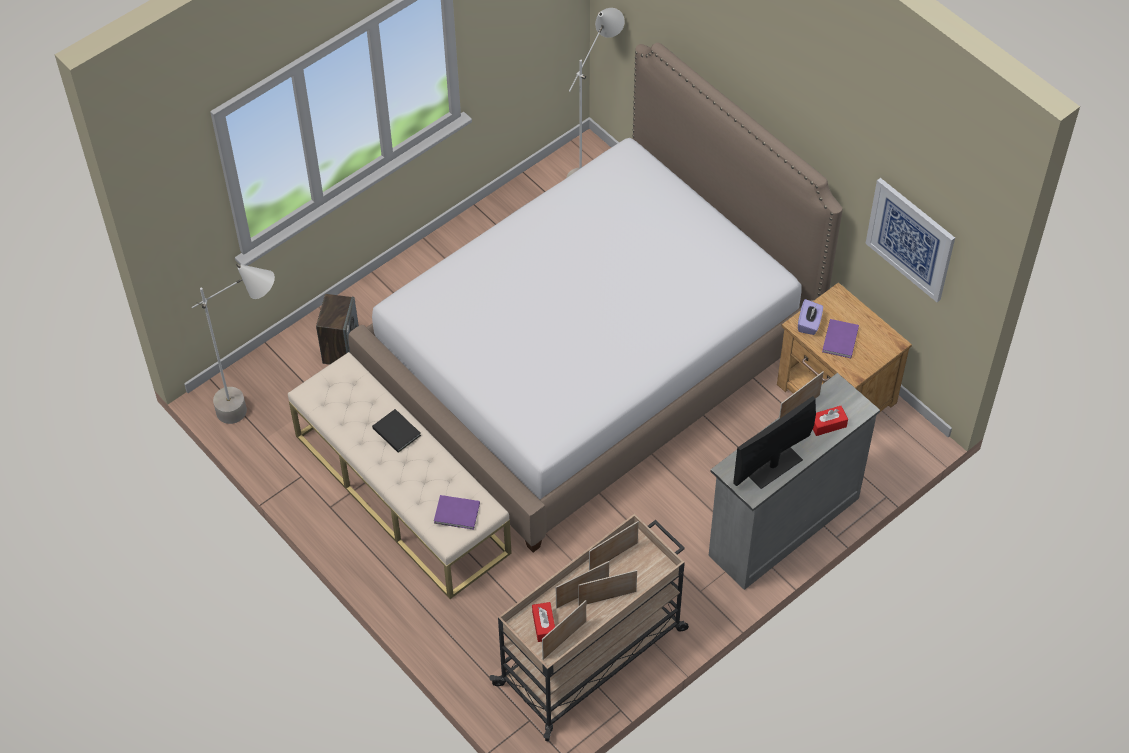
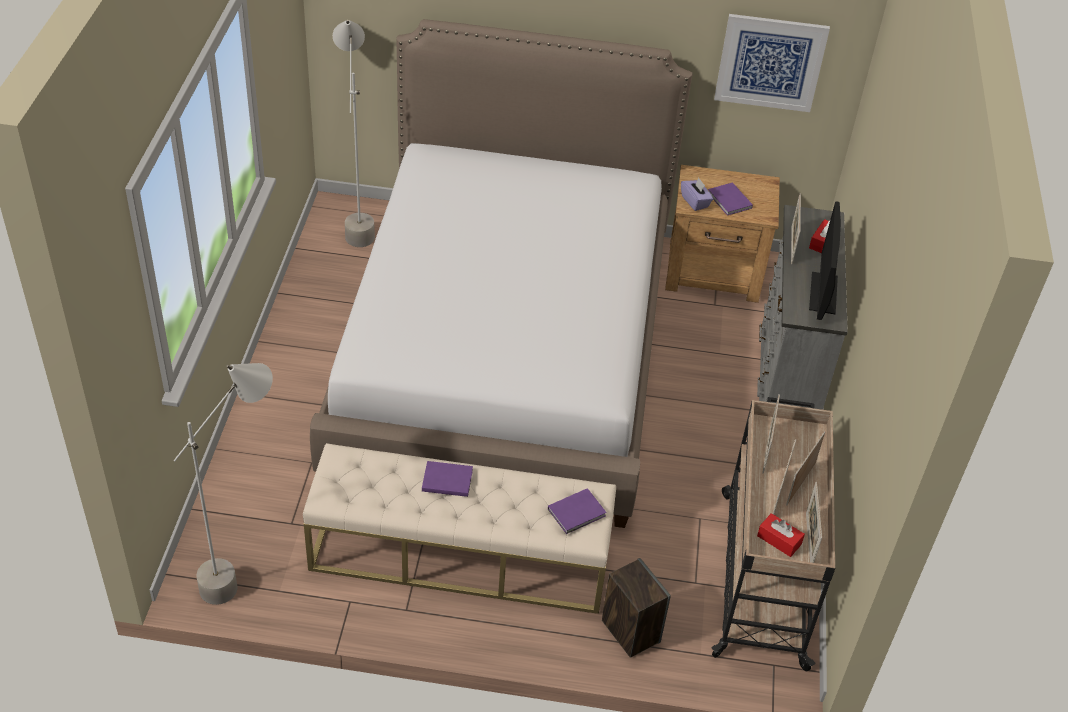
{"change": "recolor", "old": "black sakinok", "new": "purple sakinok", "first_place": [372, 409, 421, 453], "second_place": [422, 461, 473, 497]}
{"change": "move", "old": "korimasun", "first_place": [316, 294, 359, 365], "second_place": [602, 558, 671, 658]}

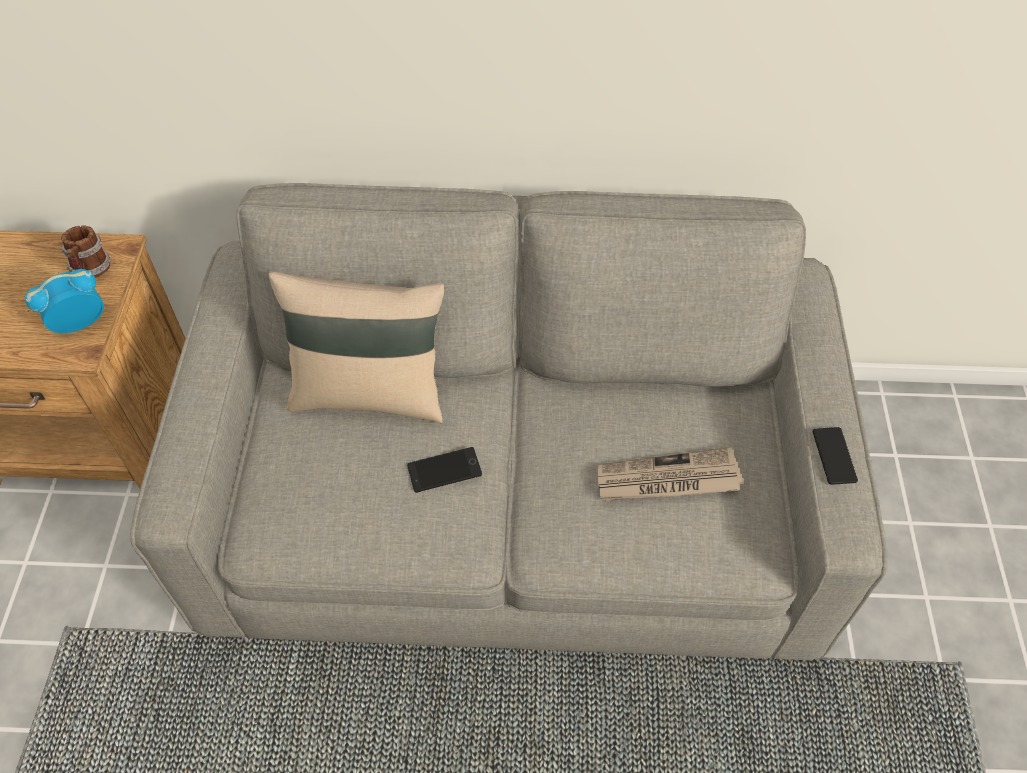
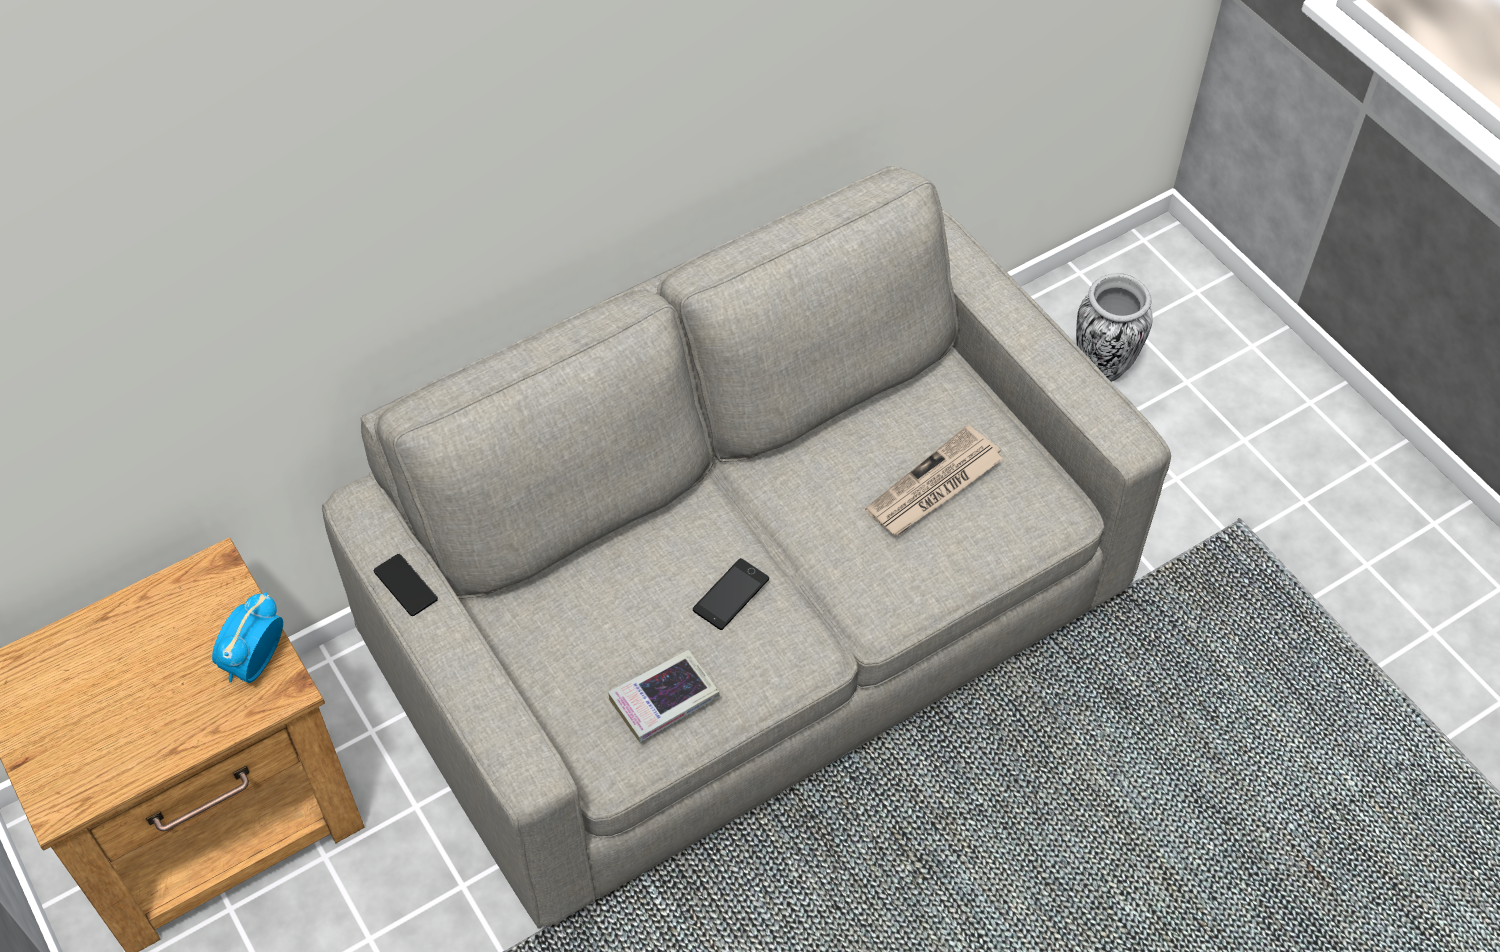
{"change": "move", "old": "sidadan", "first_place": [813, 427, 858, 485], "second_place": [374, 554, 438, 616]}
{"change": "insert", "new": "sakinok", "second_place": [608, 650, 720, 742]}
{"change": "insert", "new": "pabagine", "second_place": [1076, 273, 1153, 382]}
{"change": "delete", "old": "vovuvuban", "first_place": [61, 226, 111, 278]}
{"change": "delete", "old": "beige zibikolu", "first_place": [269, 272, 444, 423]}

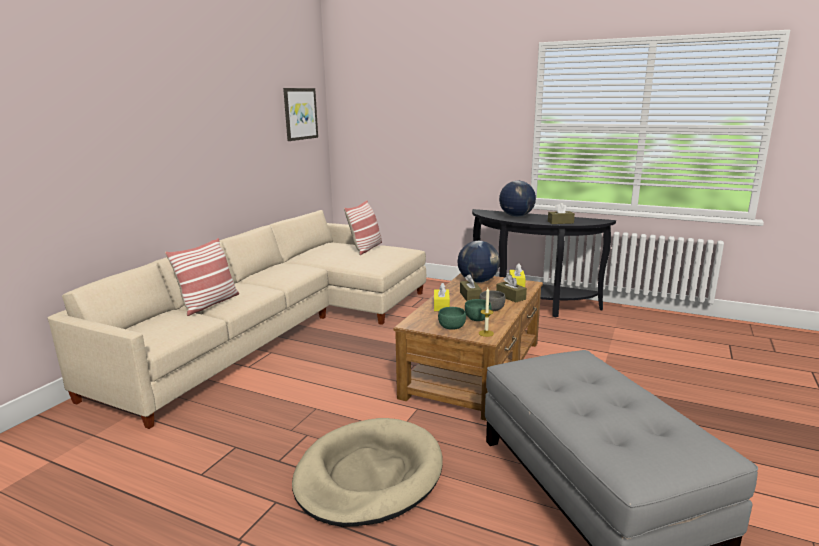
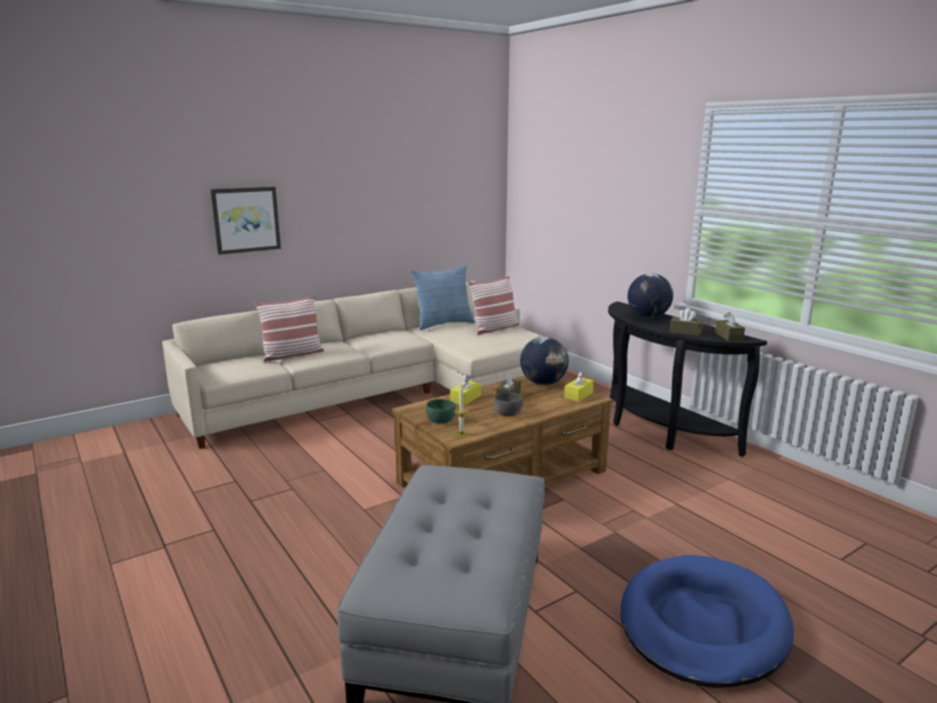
{"change": "move", "old": "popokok", "first_place": [283, 88, 318, 141], "second_place": [210, 187, 281, 255]}
{"change": "insert", "new": "zibikolu", "second_place": [411, 265, 476, 330]}
{"change": "insert", "new": "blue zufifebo", "second_place": [620, 555, 794, 688]}
{"change": "move", "old": "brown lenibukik", "first_place": [496, 275, 527, 303], "second_place": [715, 312, 745, 341]}
{"change": "delete", "old": "beige zufifebo", "first_place": [292, 418, 443, 527]}
{"change": "delete", "old": "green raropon", "first_place": [465, 299, 492, 321]}

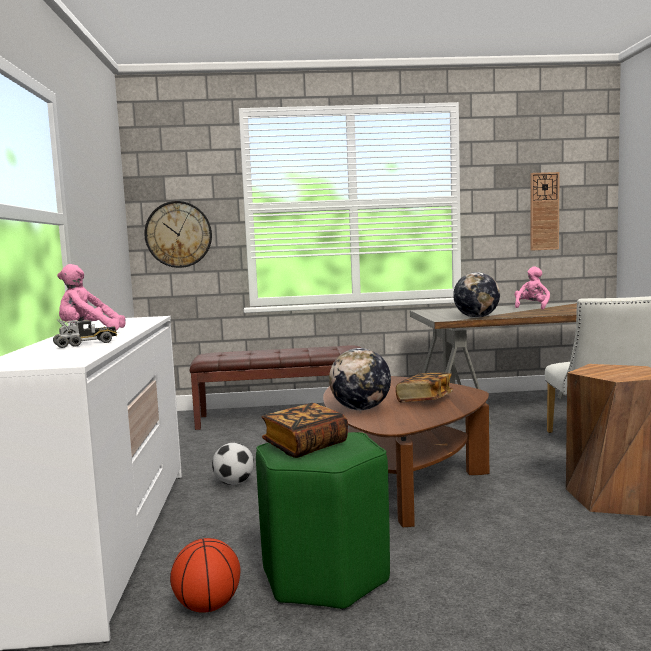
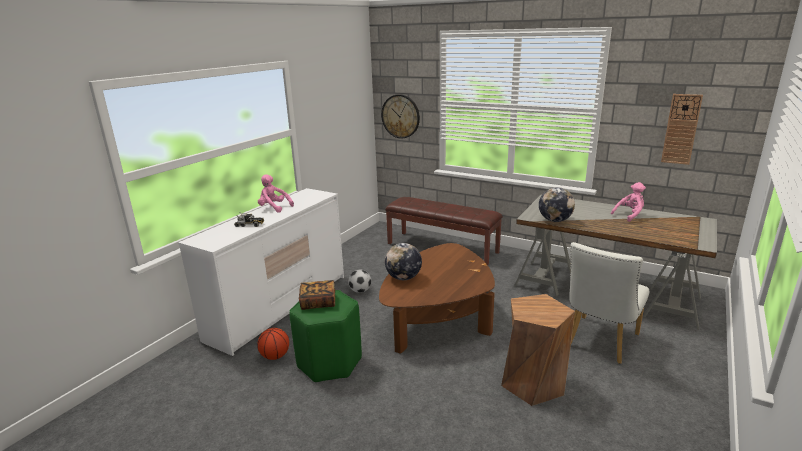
{"change": "delete", "old": "sakinok", "first_place": [396, 373, 453, 402]}

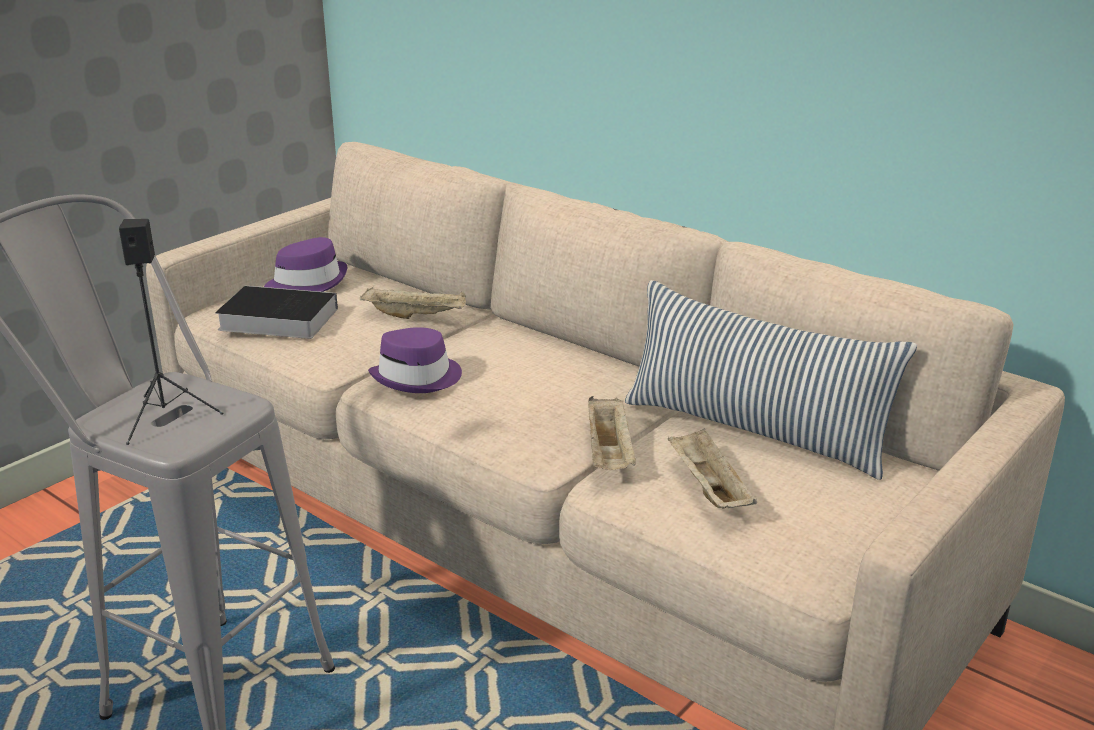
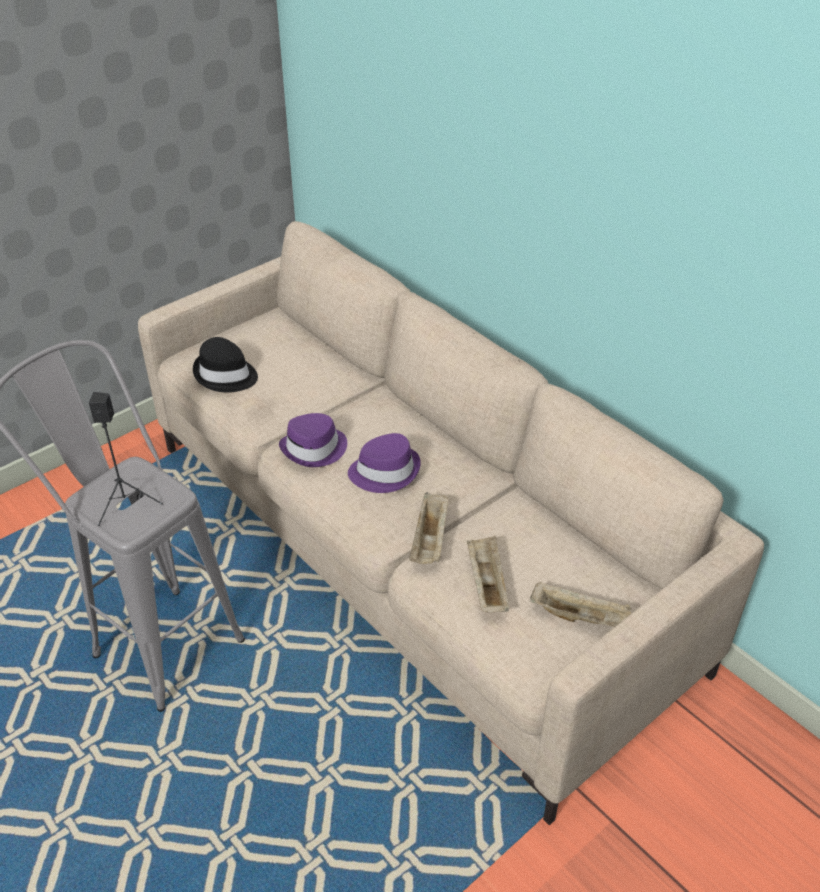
{"change": "replace", "old": "sakinok", "new": "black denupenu", "first_place": [215, 286, 338, 339], "second_place": [193, 337, 258, 393]}
{"change": "move", "old": "purple denupenu", "first_place": [264, 237, 347, 292], "second_place": [348, 433, 421, 493]}
{"change": "move", "old": "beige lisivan", "first_place": [360, 287, 466, 319], "second_place": [530, 582, 631, 627]}
{"change": "delete", "old": "zibikolu", "first_place": [625, 280, 917, 480]}

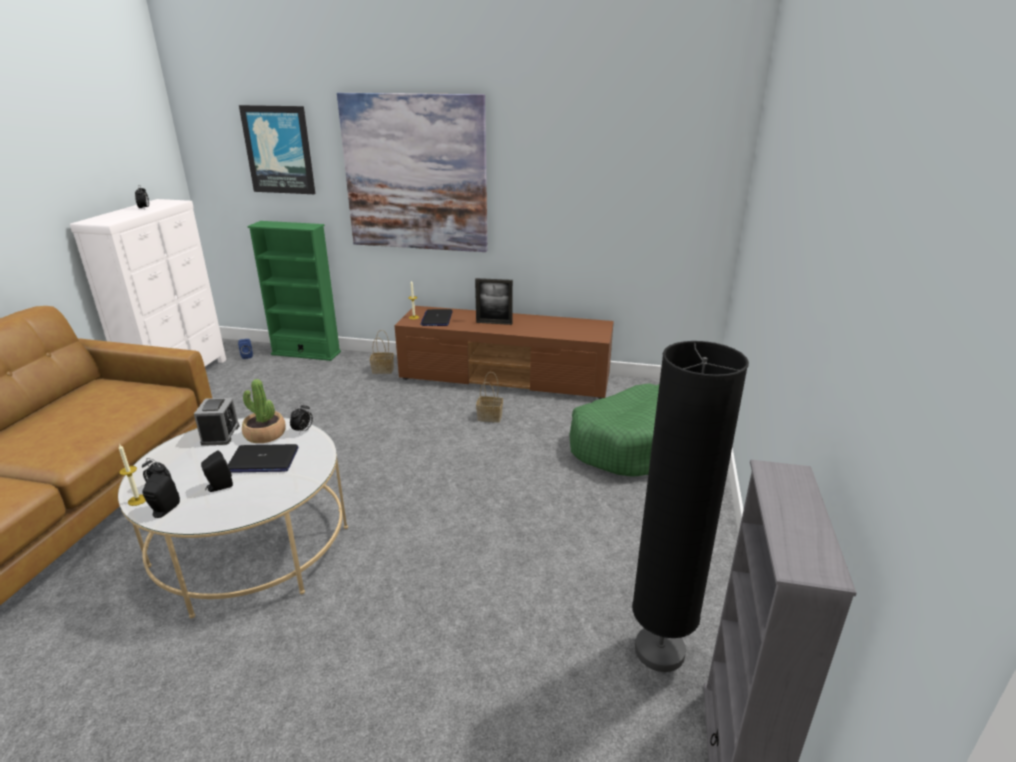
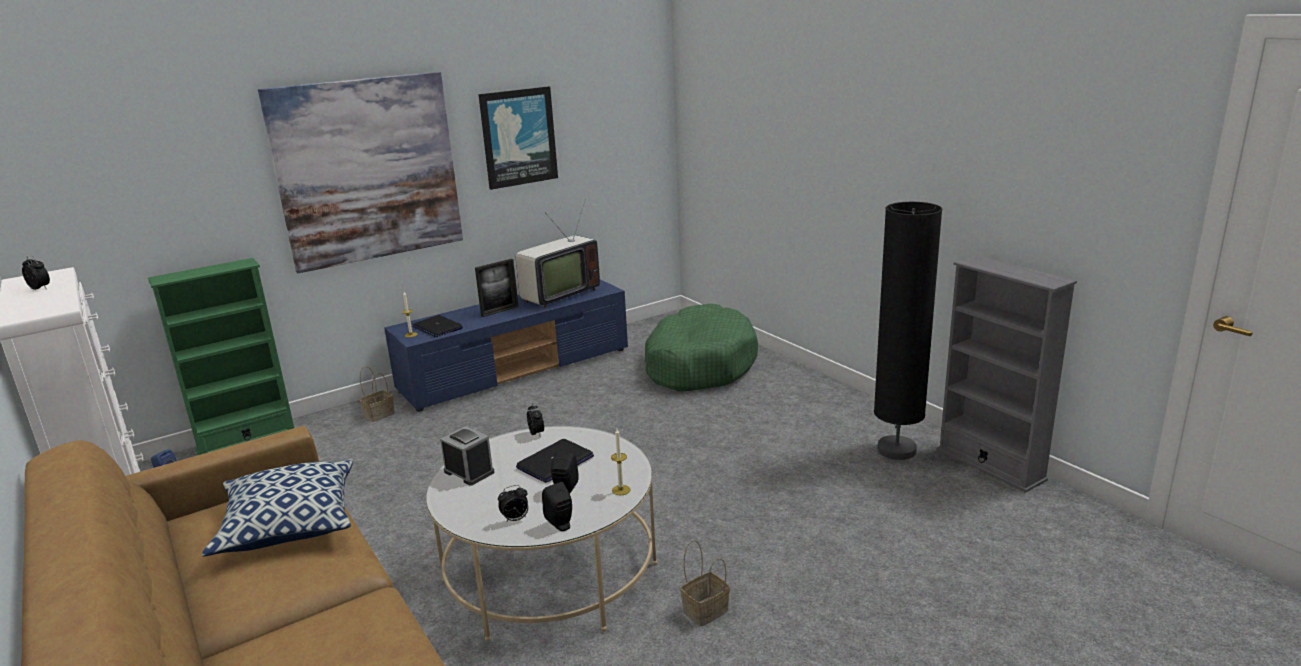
{"change": "insert", "new": "zibikolu", "second_place": [202, 459, 353, 556]}
{"change": "recolor", "old": "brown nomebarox", "new": "blue nomebarox", "first_place": [394, 306, 614, 399], "second_place": [384, 279, 628, 412]}
{"change": "move", "old": "popokok", "first_place": [239, 105, 315, 194], "second_place": [478, 86, 558, 190]}
{"change": "insert", "new": "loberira", "second_place": [516, 199, 600, 309]}
{"change": "move", "old": "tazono", "first_place": [119, 444, 146, 506], "second_place": [611, 429, 631, 495]}
{"change": "move", "old": "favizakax", "first_place": [476, 372, 503, 422], "second_place": [680, 540, 730, 626]}
{"change": "delete", "old": "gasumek", "first_place": [242, 379, 286, 443]}

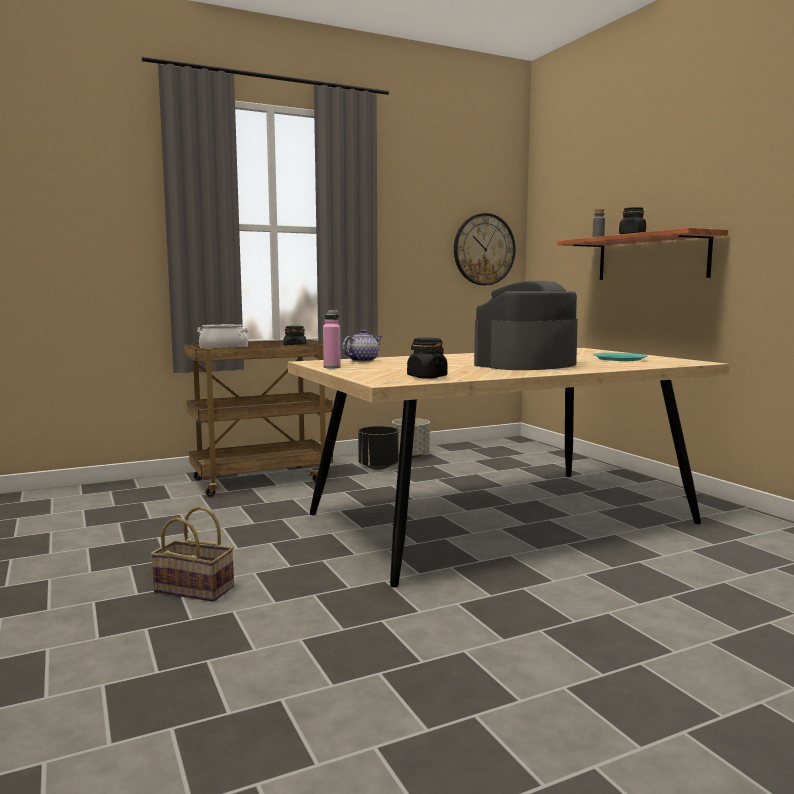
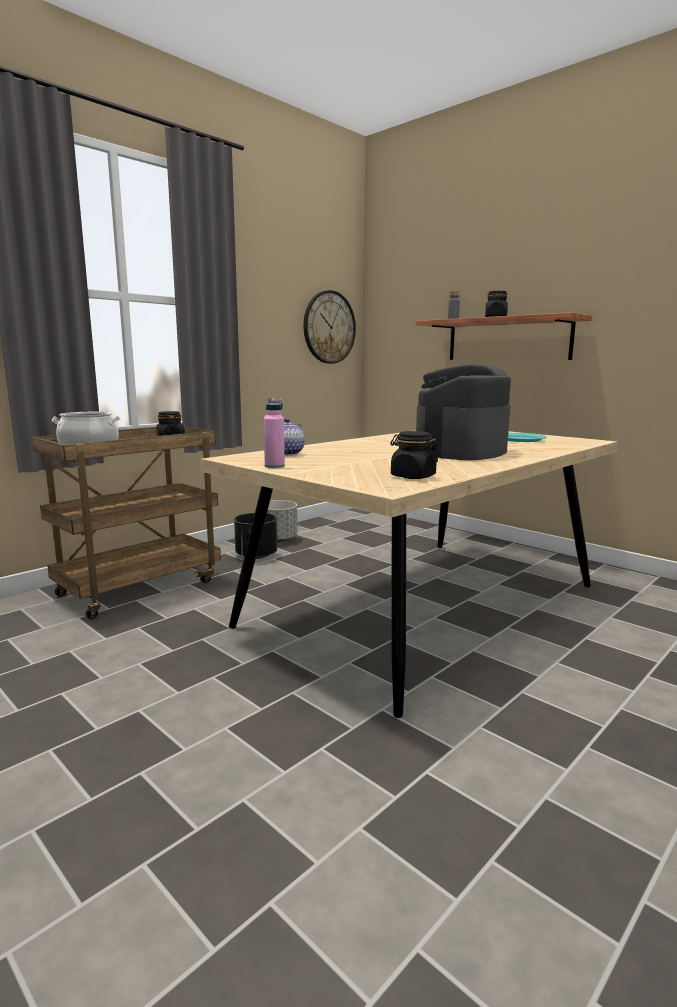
{"change": "delete", "old": "favizakax", "first_place": [150, 506, 234, 602]}

